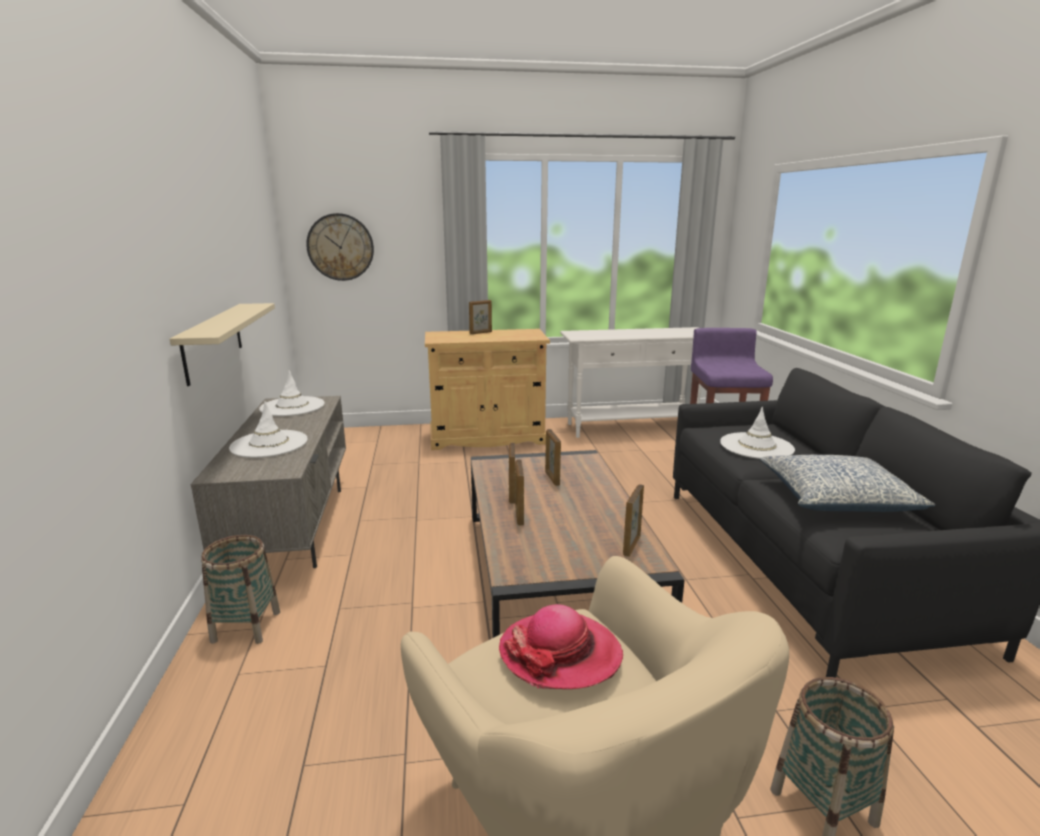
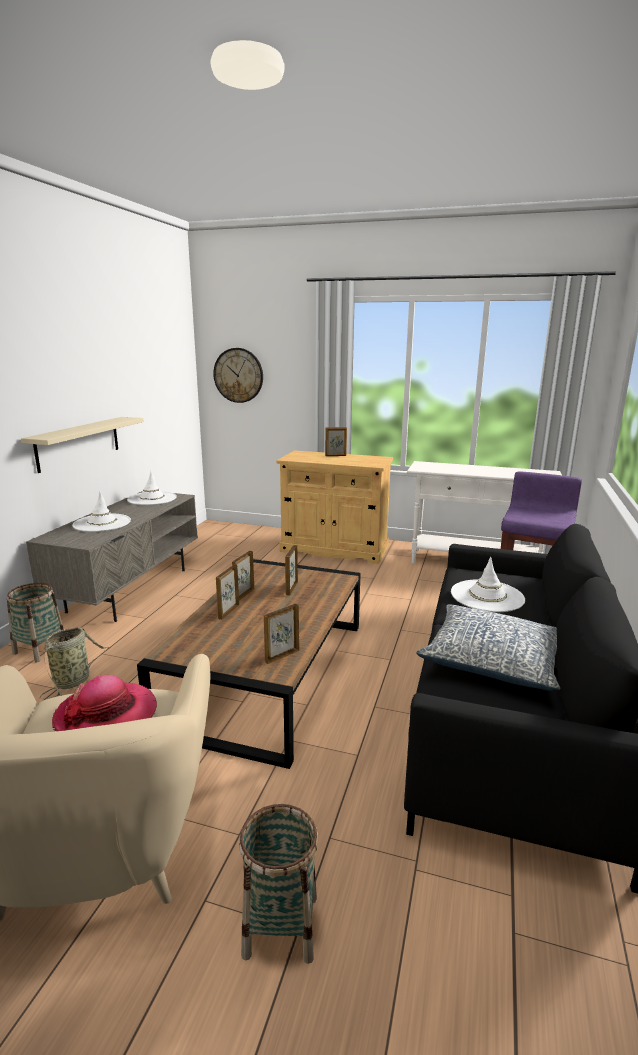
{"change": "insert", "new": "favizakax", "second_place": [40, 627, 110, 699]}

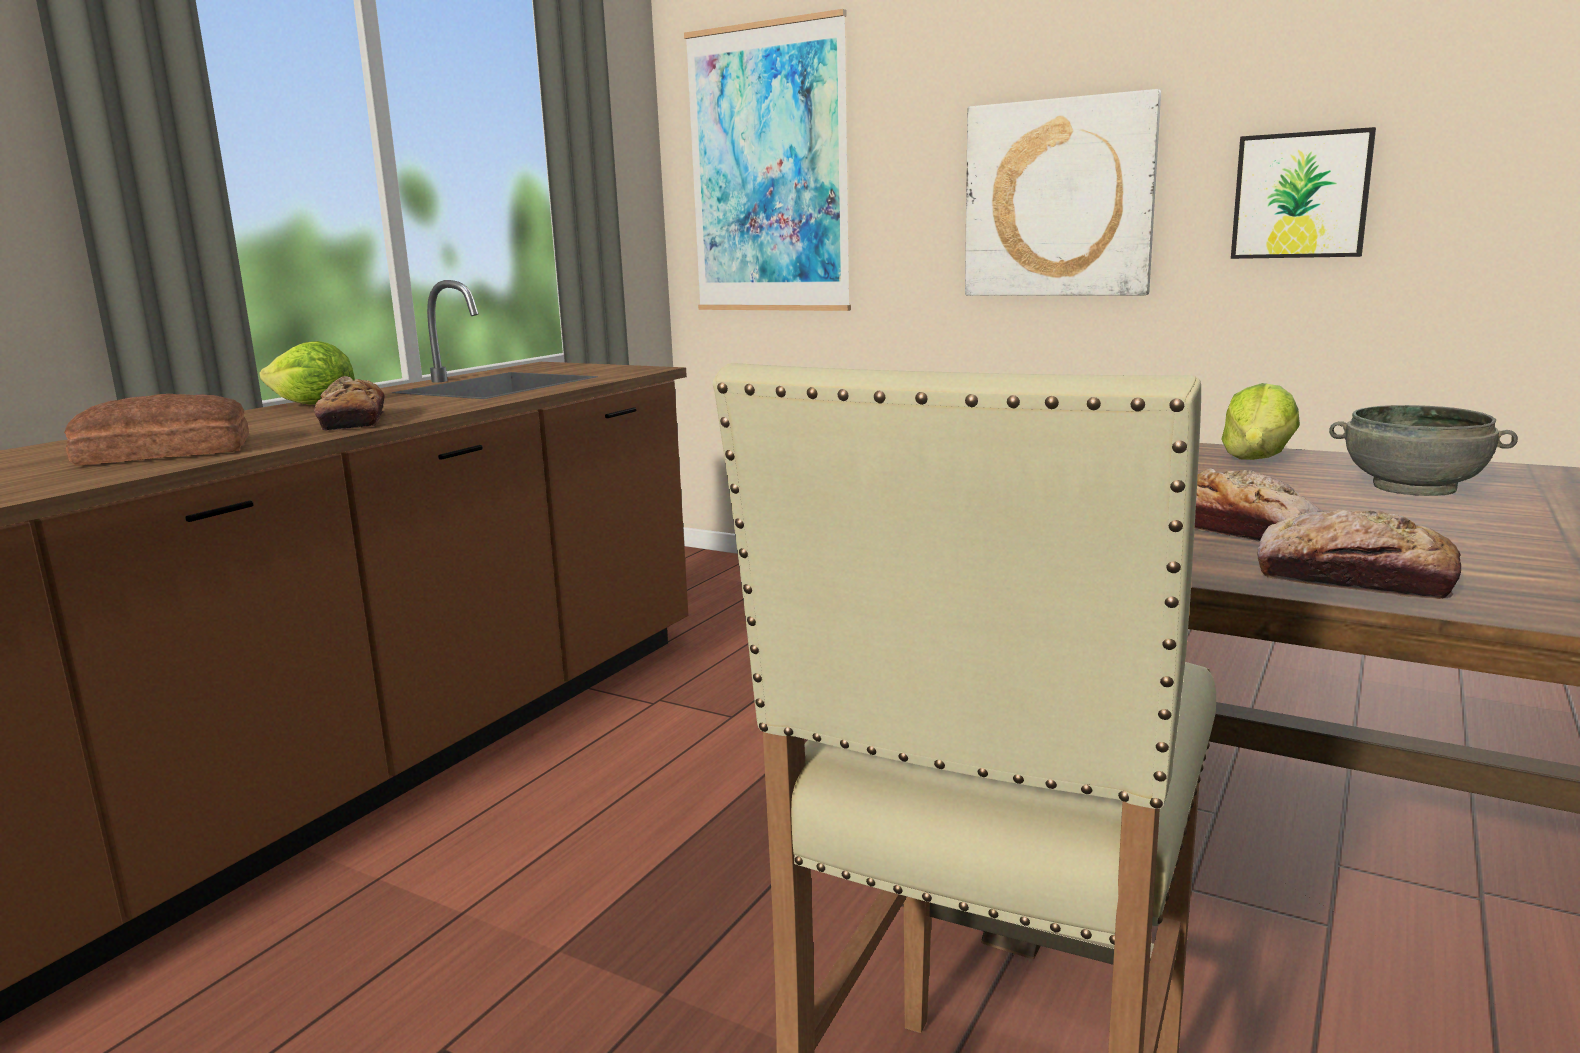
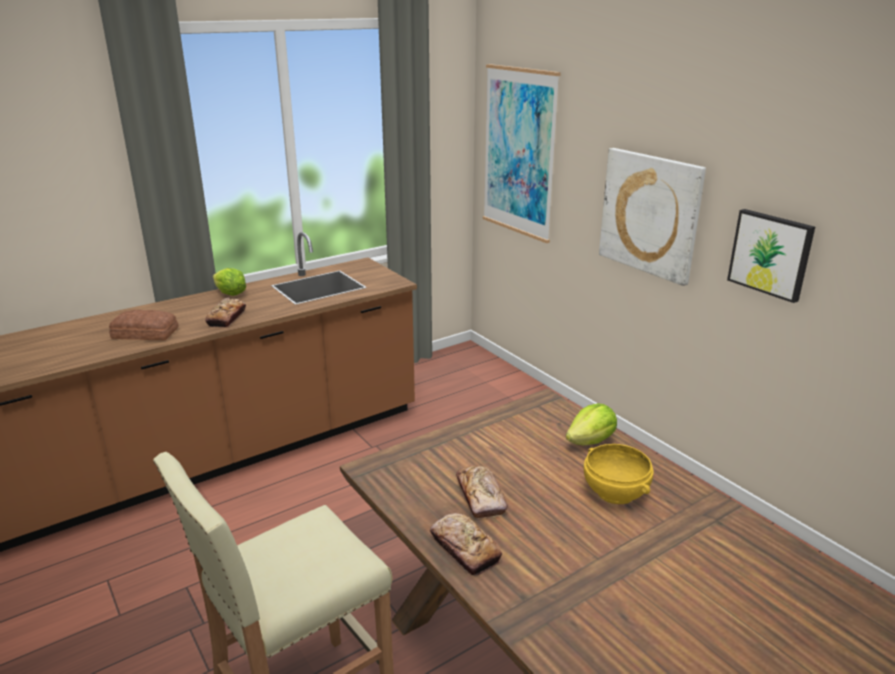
{"change": "recolor", "old": "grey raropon", "new": "yellow raropon", "first_place": [1329, 405, 1518, 496], "second_place": [584, 444, 654, 504]}

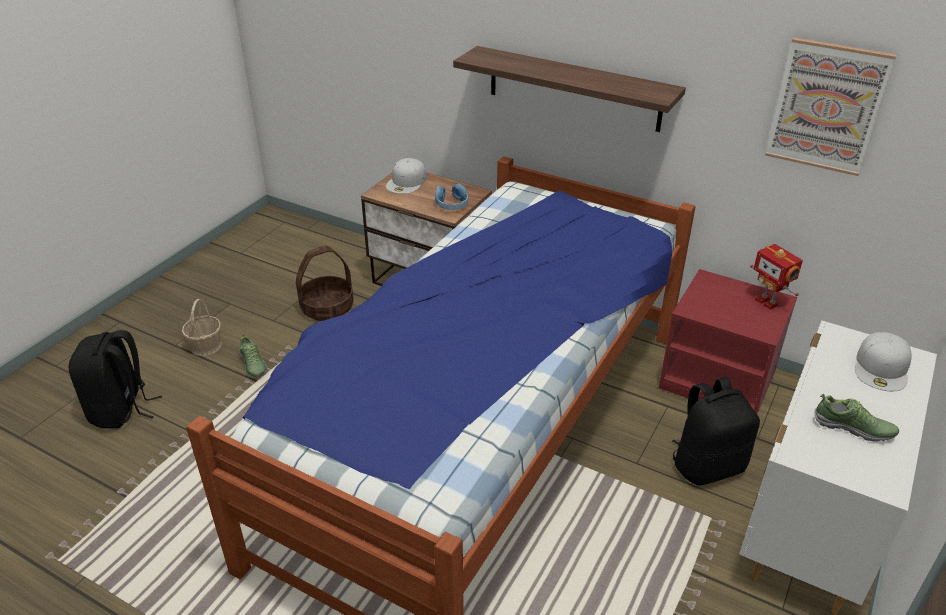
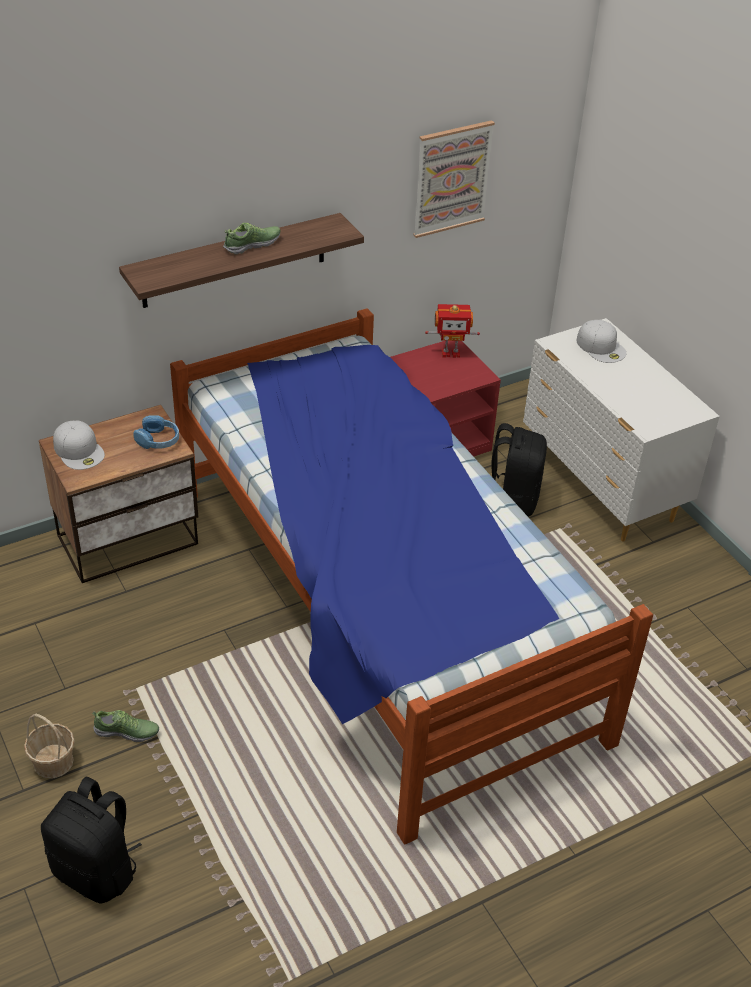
{"change": "move", "old": "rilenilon", "first_place": [814, 394, 899, 442], "second_place": [223, 223, 280, 255]}
{"change": "delete", "old": "favizakax", "first_place": [296, 246, 354, 321]}

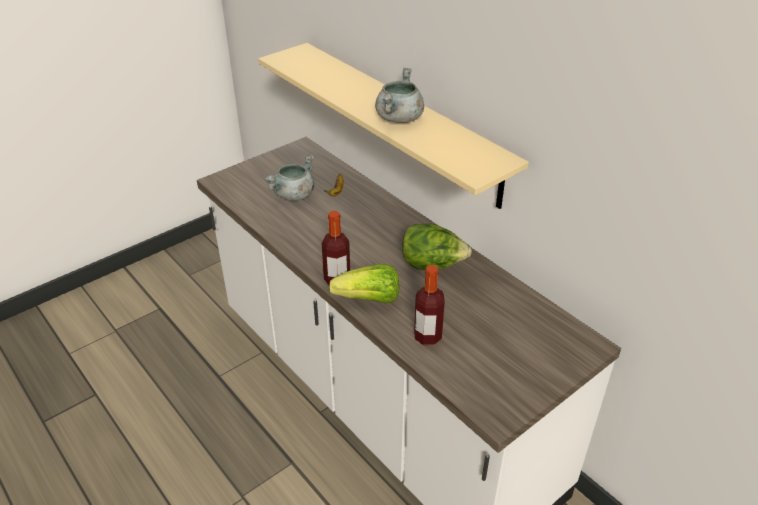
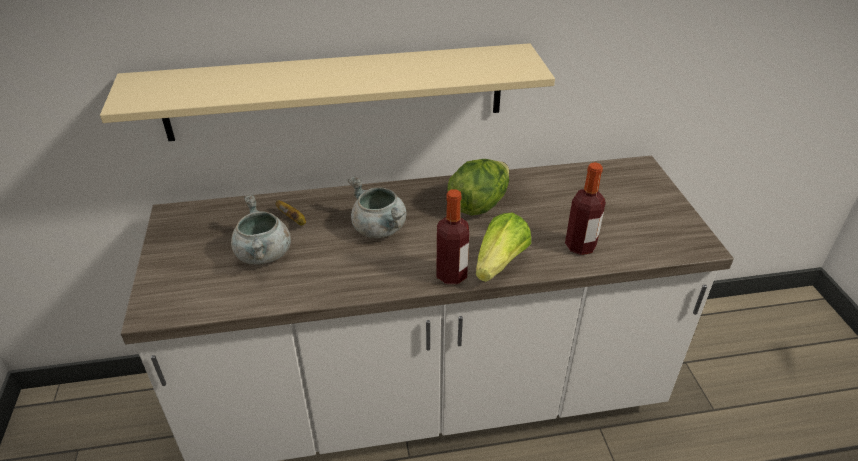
{"change": "move", "old": "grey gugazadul", "first_place": [375, 68, 424, 123], "second_place": [348, 177, 406, 238]}

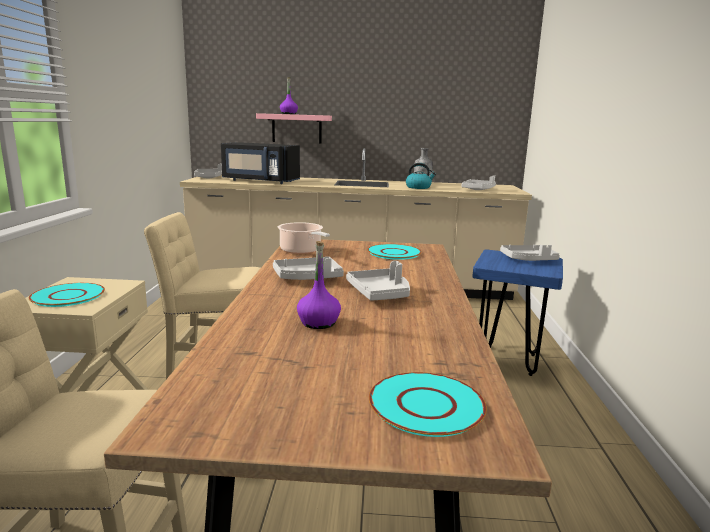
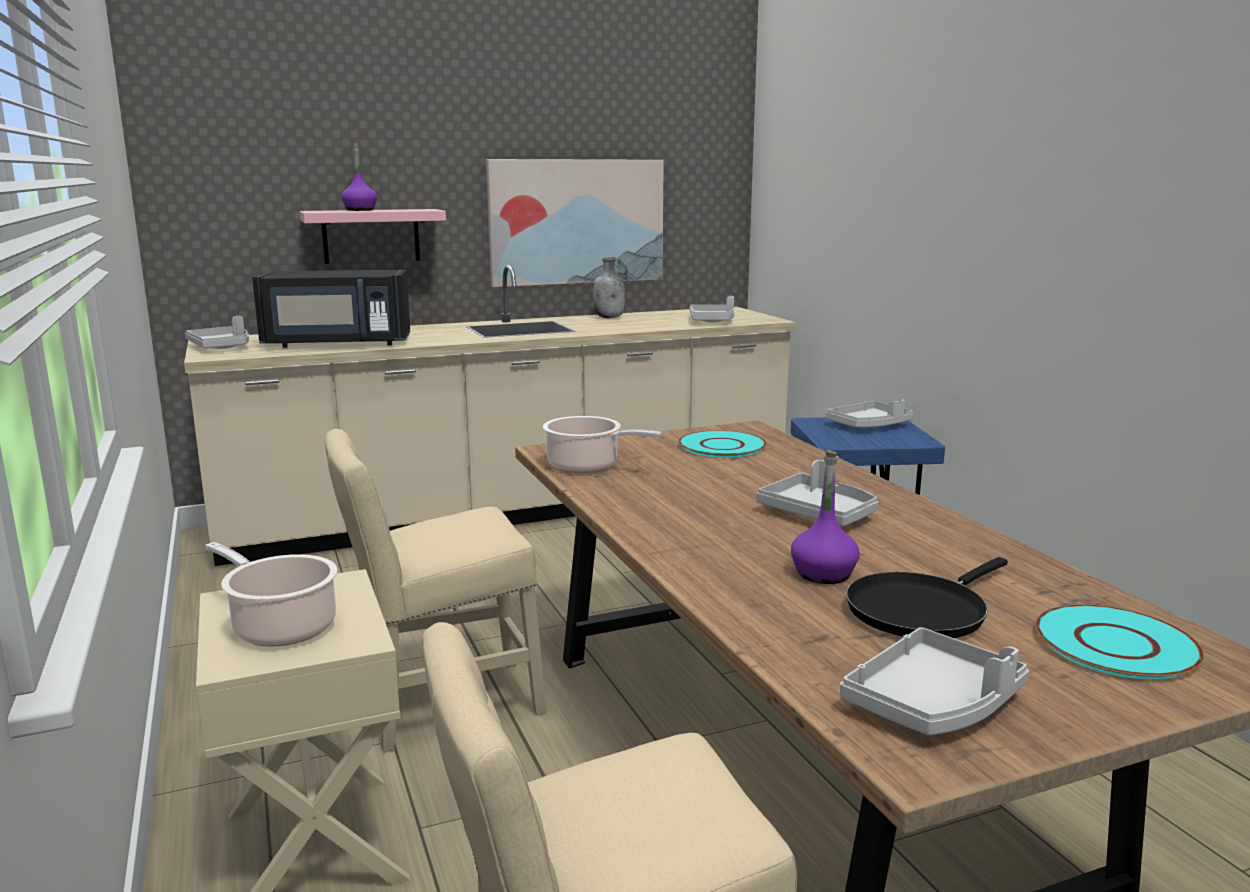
{"change": "replace", "old": "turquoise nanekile", "new": "gugazadul", "first_place": [29, 283, 105, 307], "second_place": [205, 542, 337, 647]}
{"change": "insert", "new": "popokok", "second_place": [486, 159, 664, 287]}
{"change": "move", "old": "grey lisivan", "first_place": [273, 257, 344, 280], "second_place": [840, 627, 1029, 736]}
{"change": "insert", "new": "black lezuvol", "second_place": [846, 557, 1008, 638]}
{"change": "delete", "old": "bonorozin", "first_place": [406, 163, 436, 189]}

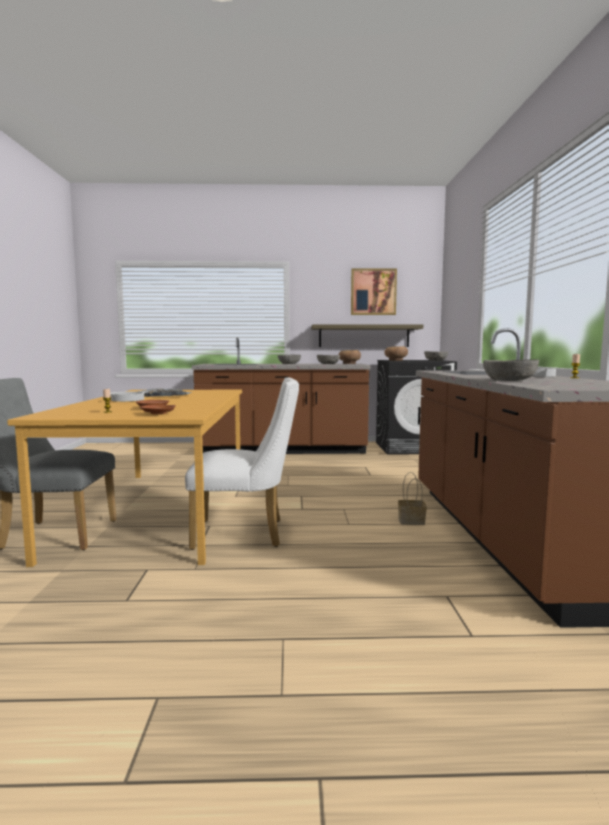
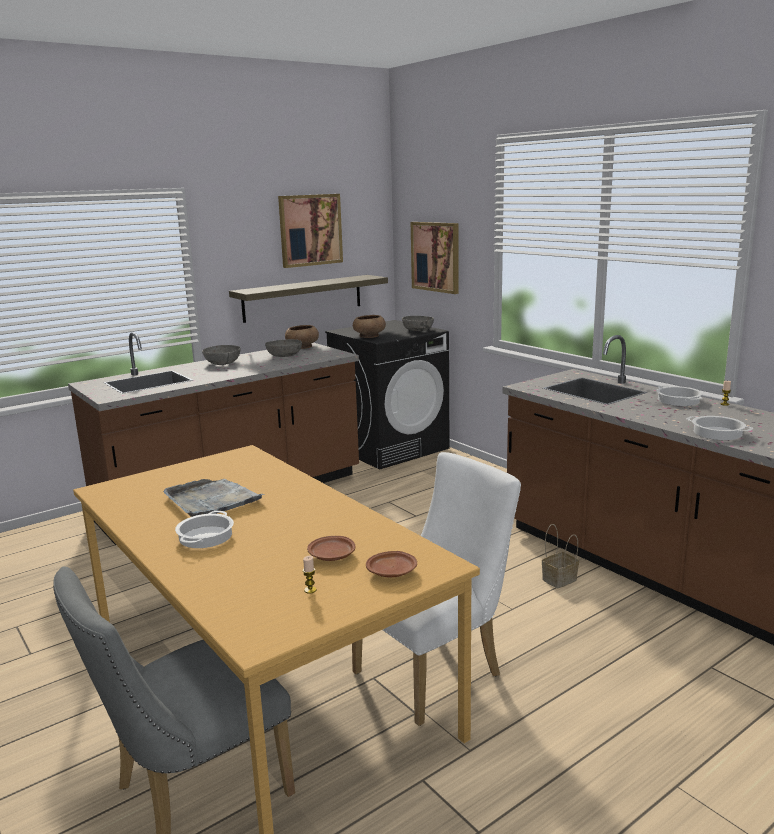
{"change": "insert", "new": "popokok", "second_place": [411, 222, 458, 294]}
{"change": "replace", "old": "grey raropon", "new": "gugazadul", "first_place": [483, 359, 539, 381], "second_place": [687, 416, 753, 440]}

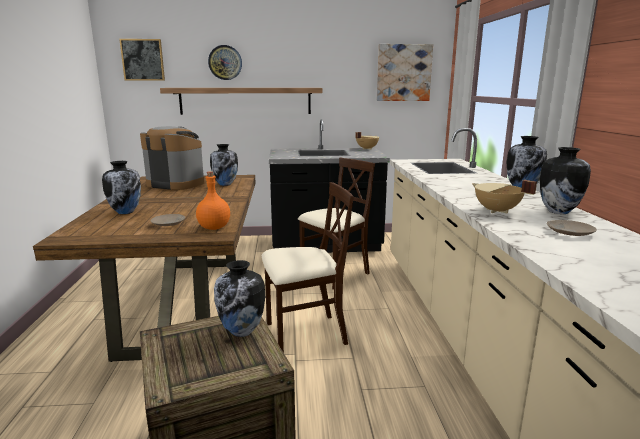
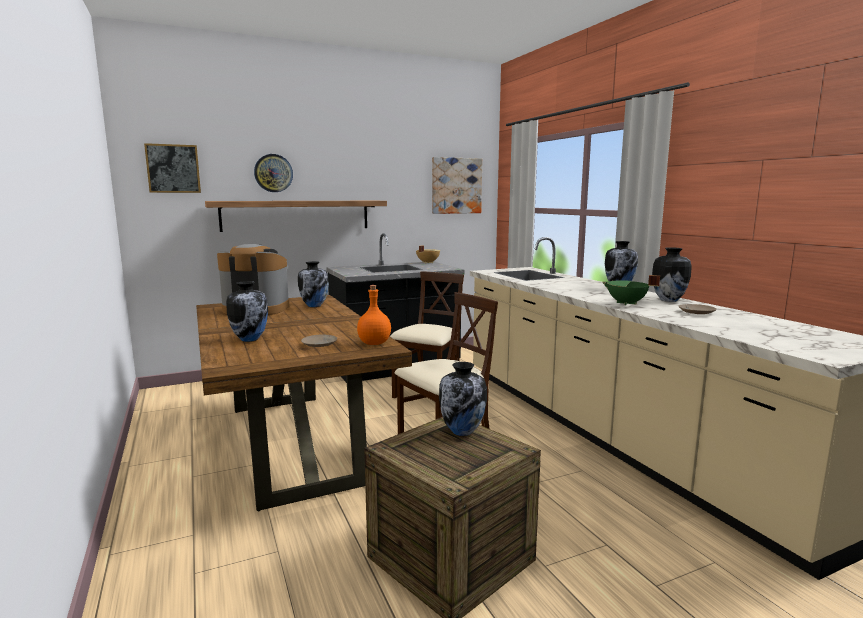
{"change": "recolor", "old": "beige gugazadul", "new": "green gugazadul", "first_place": [472, 180, 537, 213], "second_place": [602, 275, 660, 305]}

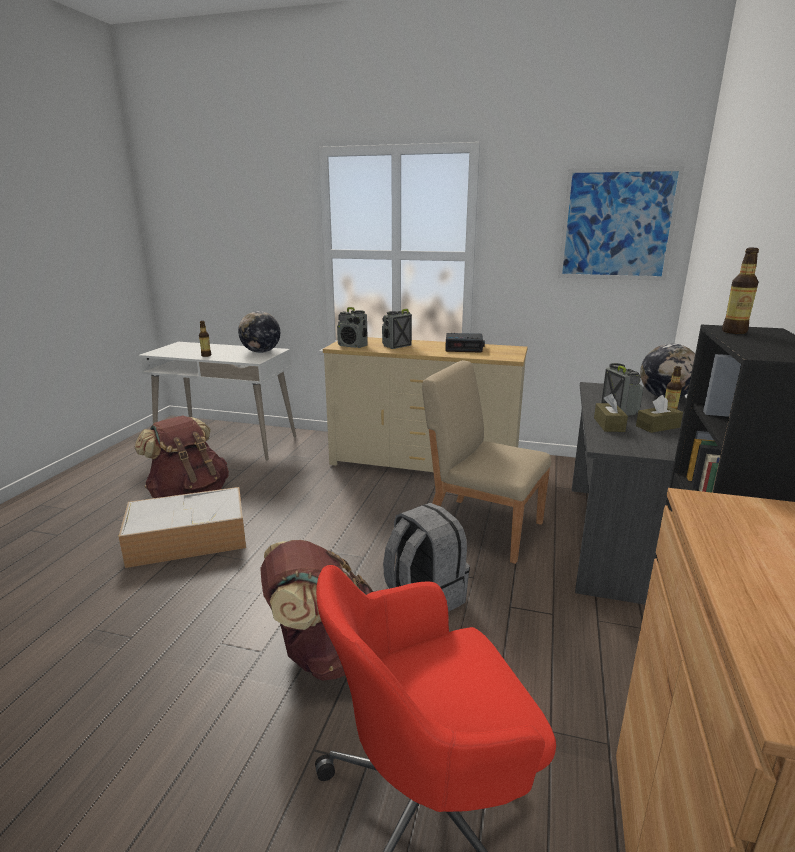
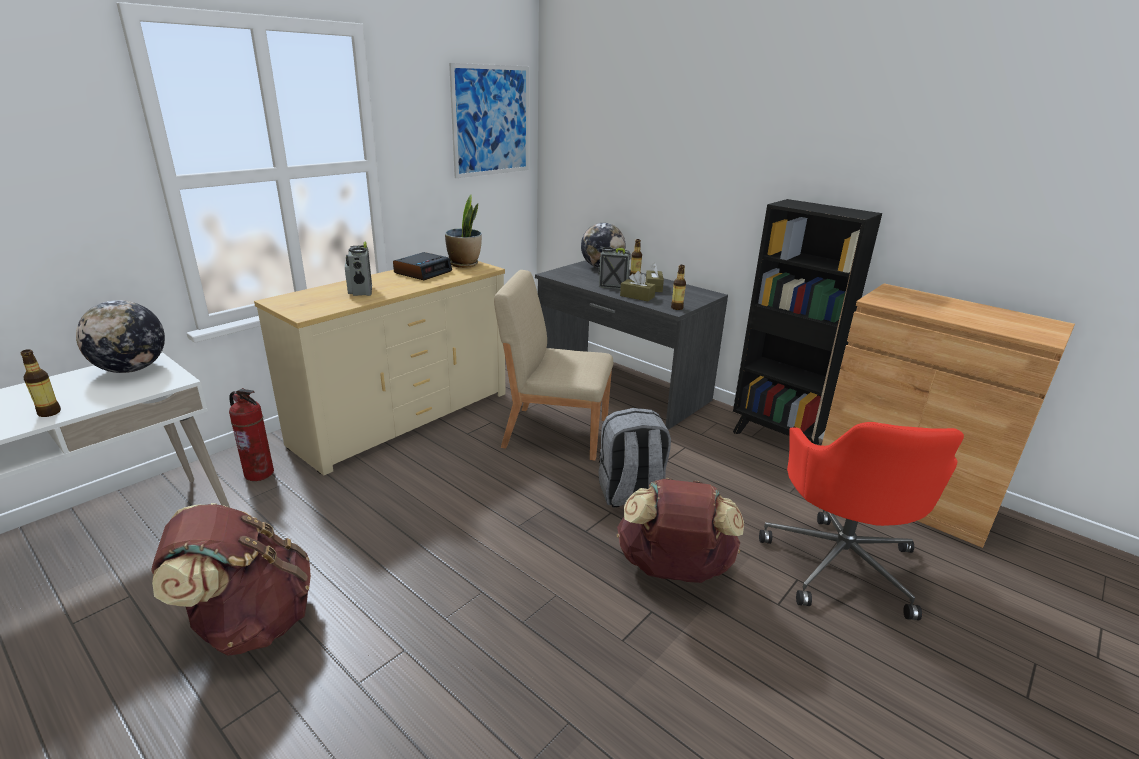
{"change": "insert", "new": "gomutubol", "second_place": [229, 388, 274, 481]}
{"change": "insert", "new": "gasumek", "second_place": [445, 194, 482, 268]}
{"change": "rotate", "old": "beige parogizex", "first_place": [422, 360, 551, 564], "second_place": [494, 270, 613, 461], "degrees": 45}
{"change": "move", "old": "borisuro", "first_place": [722, 248, 759, 334], "second_place": [671, 265, 686, 310]}
{"change": "delete", "old": "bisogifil", "first_place": [118, 487, 246, 568]}
{"change": "delete", "old": "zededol", "first_place": [337, 307, 368, 348]}

